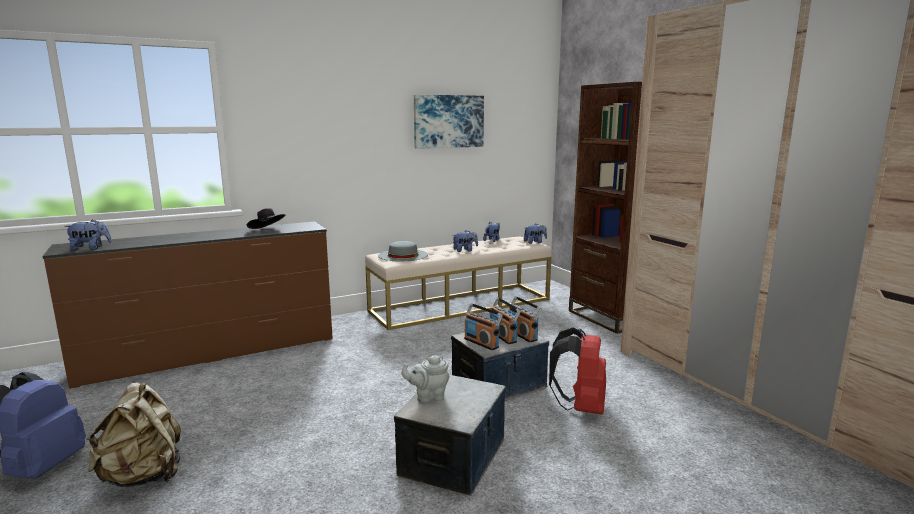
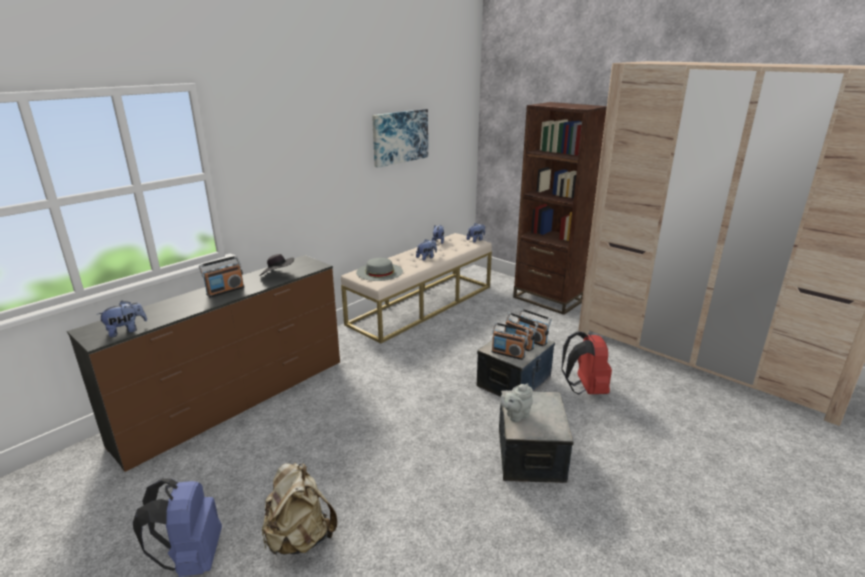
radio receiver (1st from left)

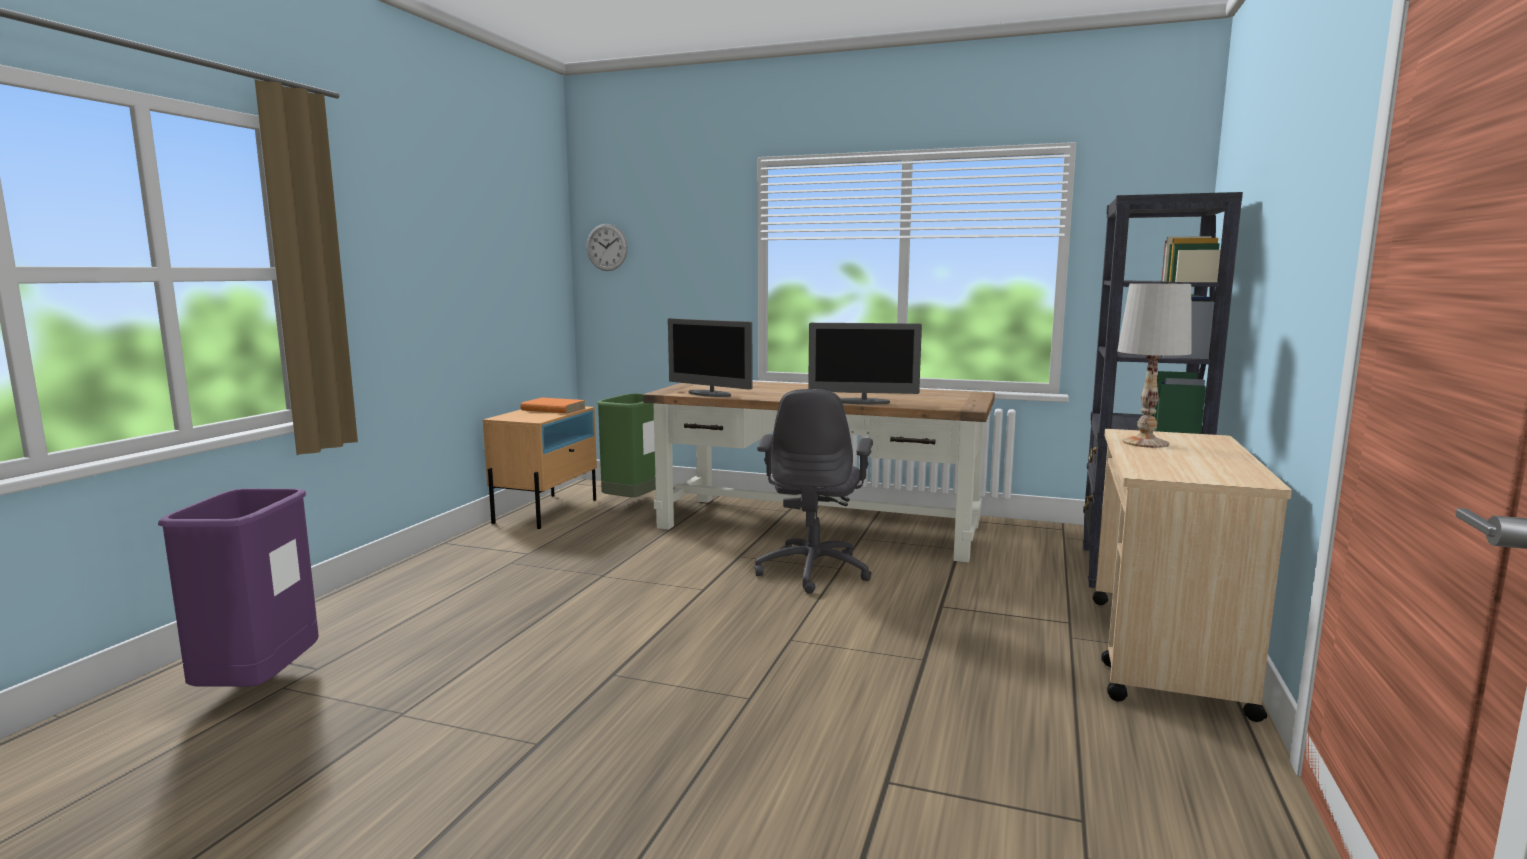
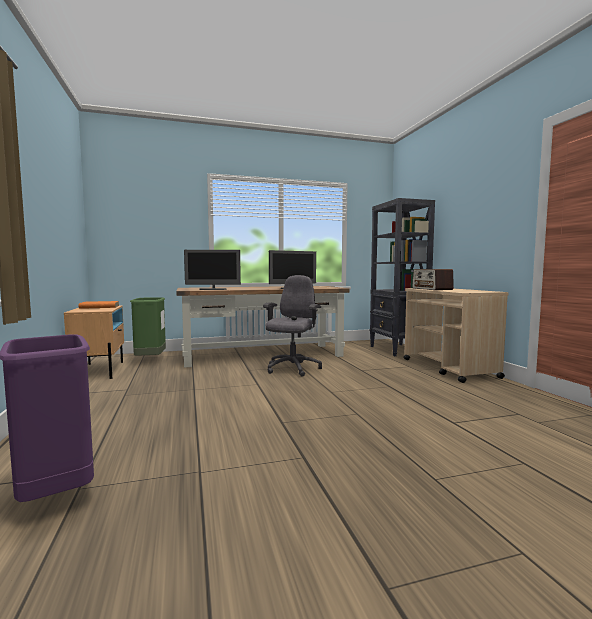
clock on the wall
radio receiver
office chair (greyish)

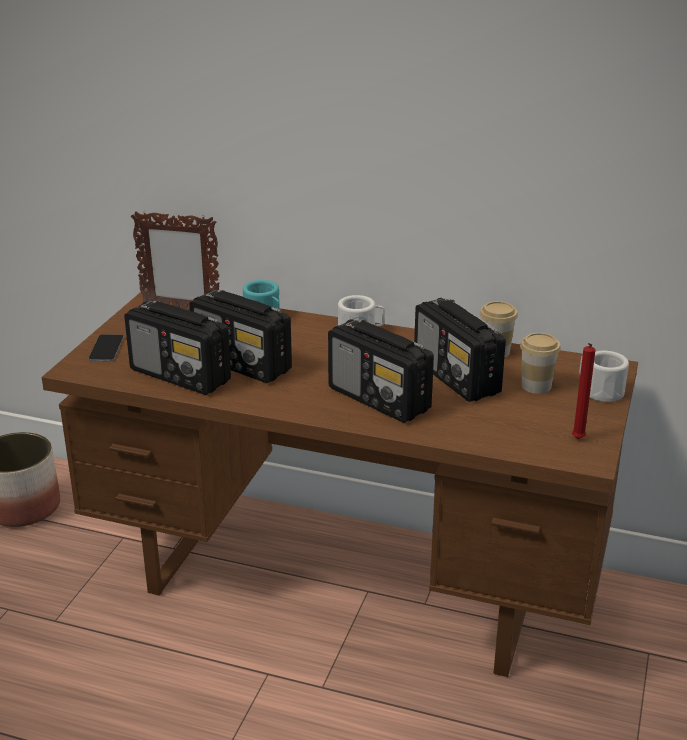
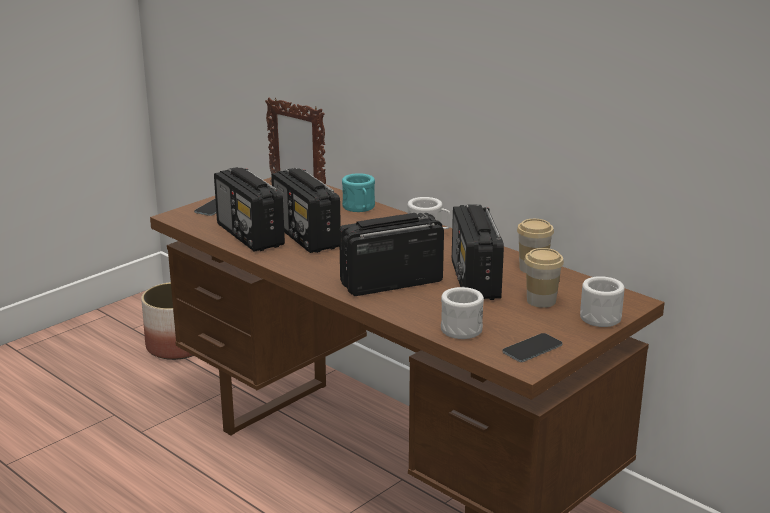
radio receiver (3rd from left)
telephone (2nd from left)
tea mug (white-coloured) (2nd from left)

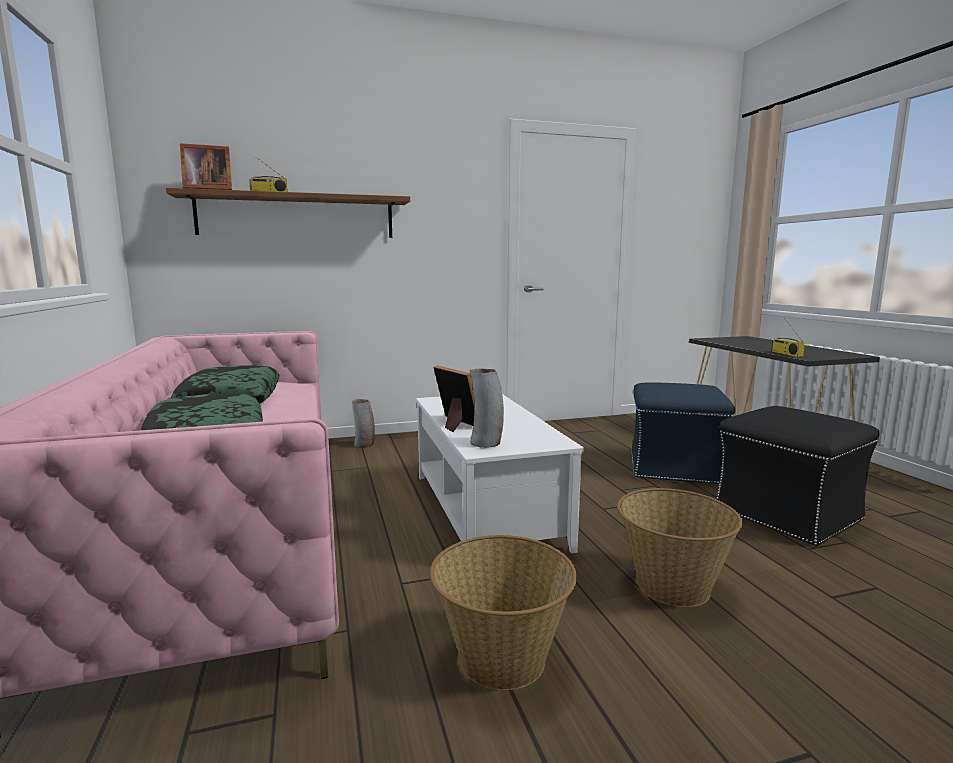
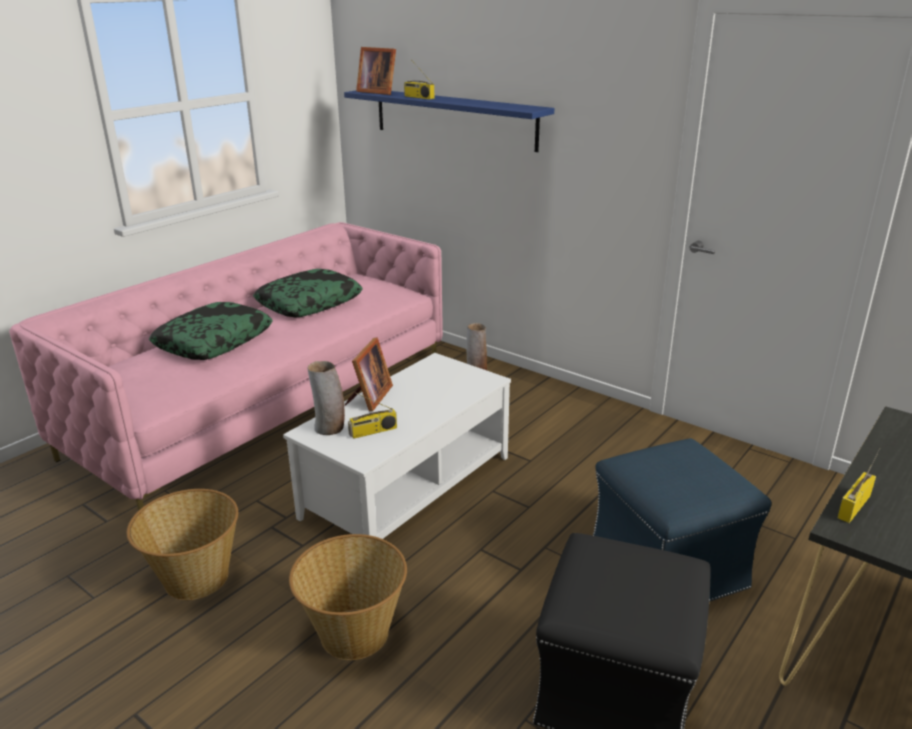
shelf (bluish)
radio receiver (1st from left)

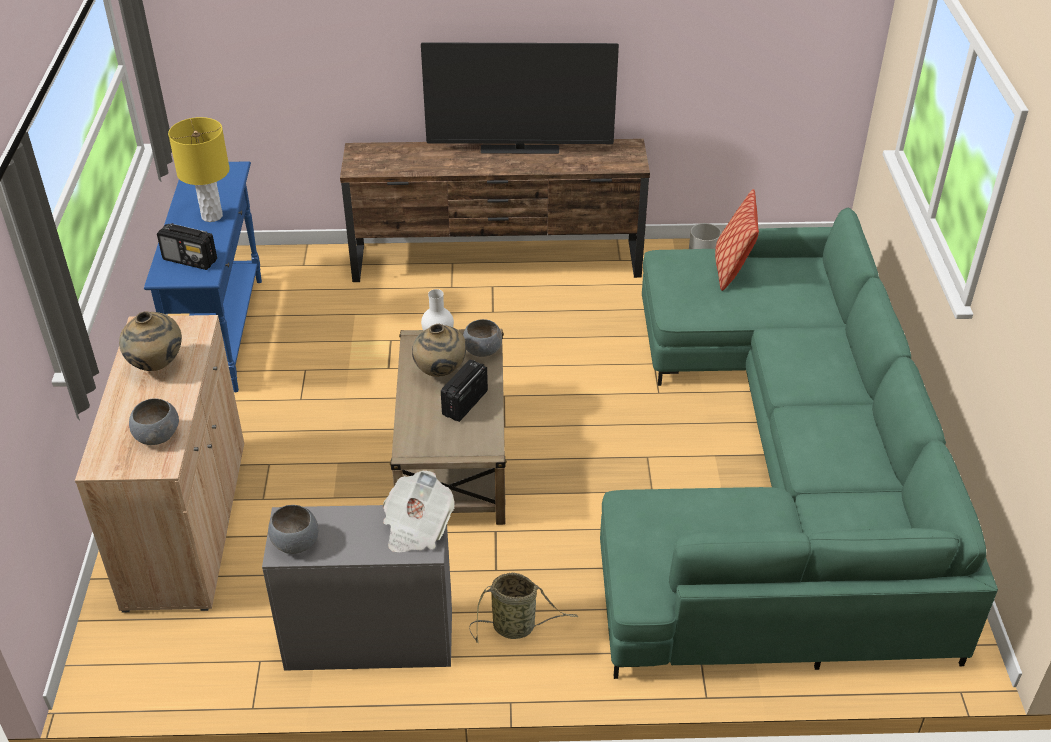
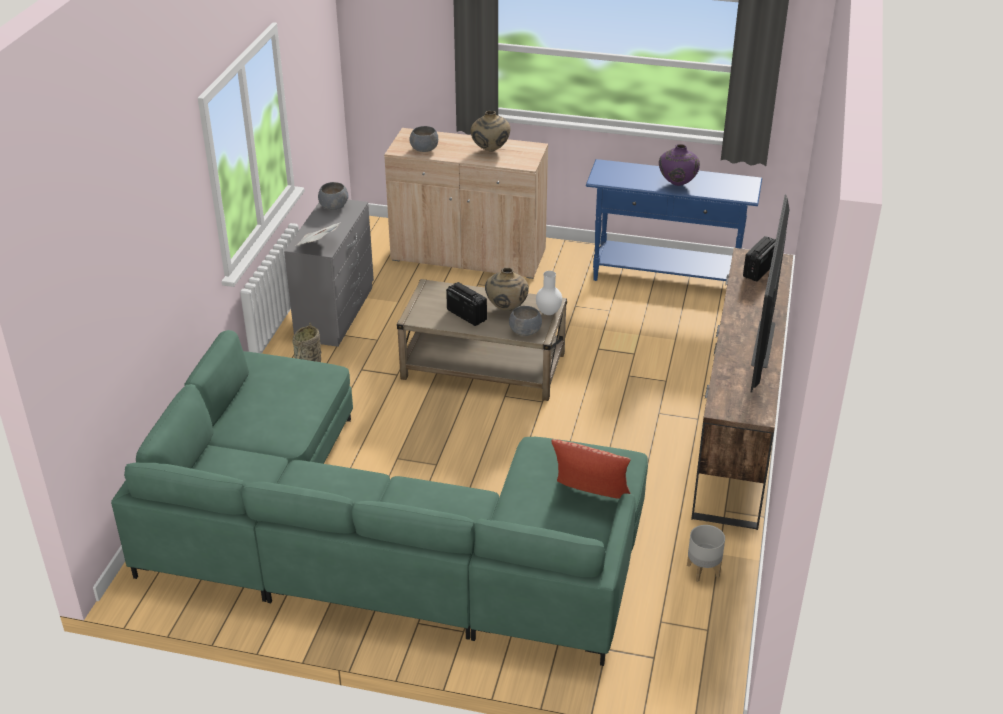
flower vase (purplish)
radio receiver (2nd from left)

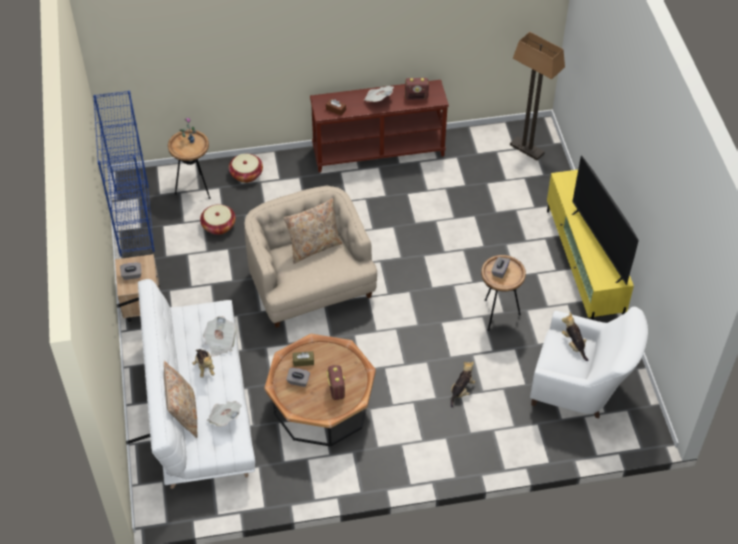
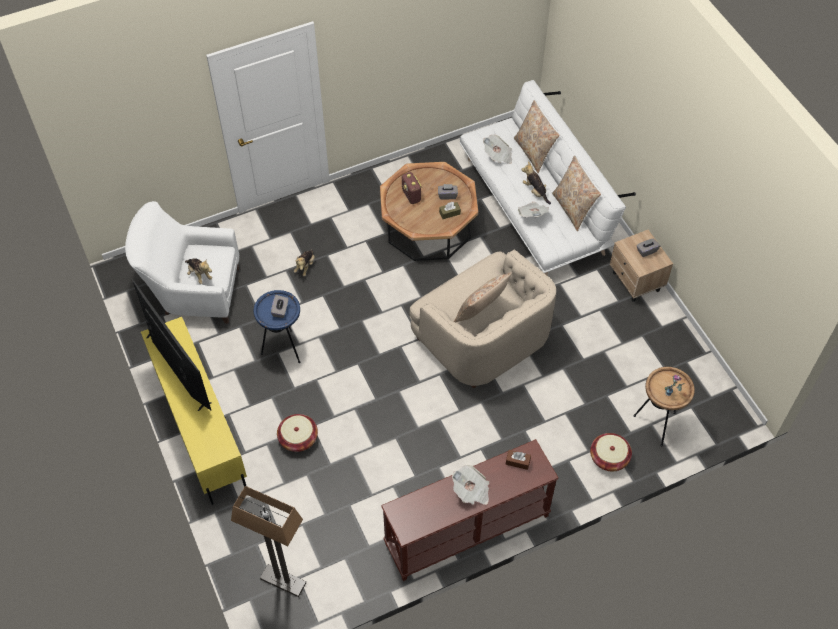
radio receiver (2nd from left in the first image)
bookcase (bluish)
basket (1st from left)
accent table (bluish)
throw pillow (sand-coloured) (3rd from left)

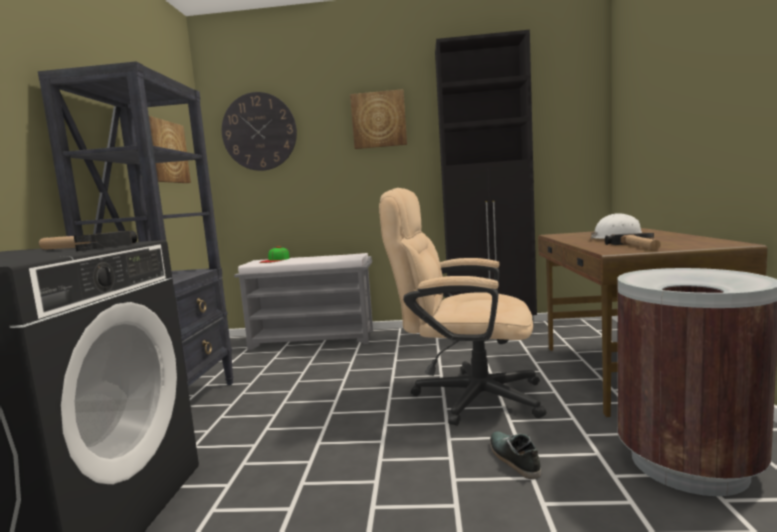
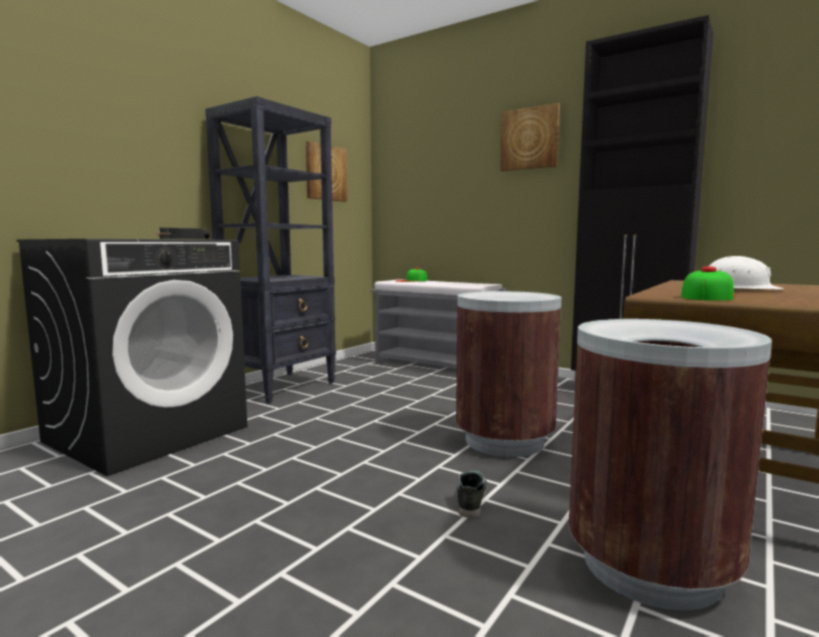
clock on the wall
trash can (brown) (1st from left)
cap (2nd from left)

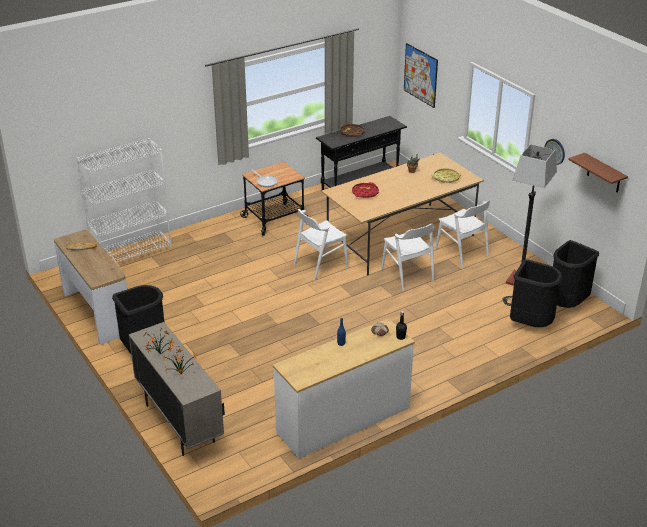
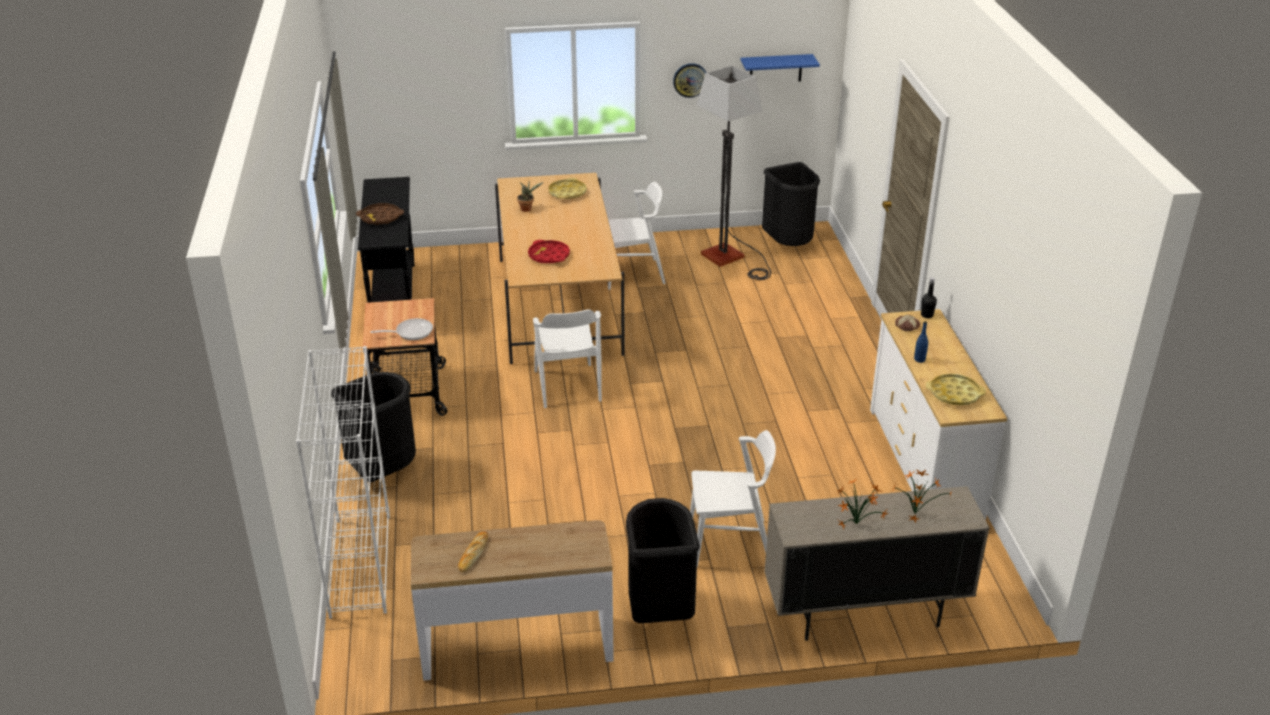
wall picture
shelf (bluish)
chair (white-coloured) (3rd from left)
trash can (black) (1st from left)
carrying tray (yellow) (2nd from left)

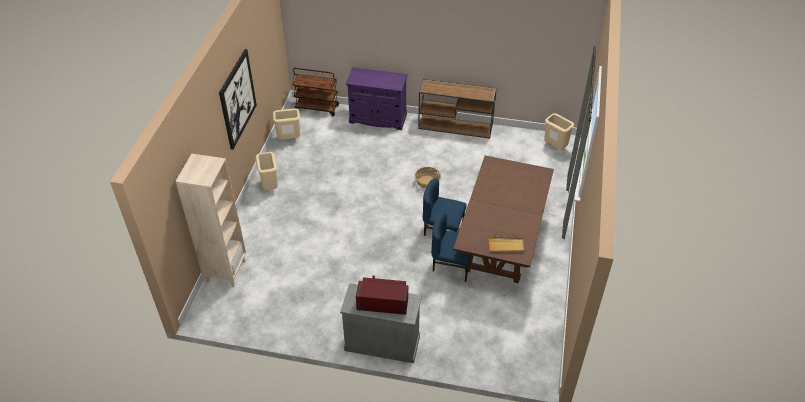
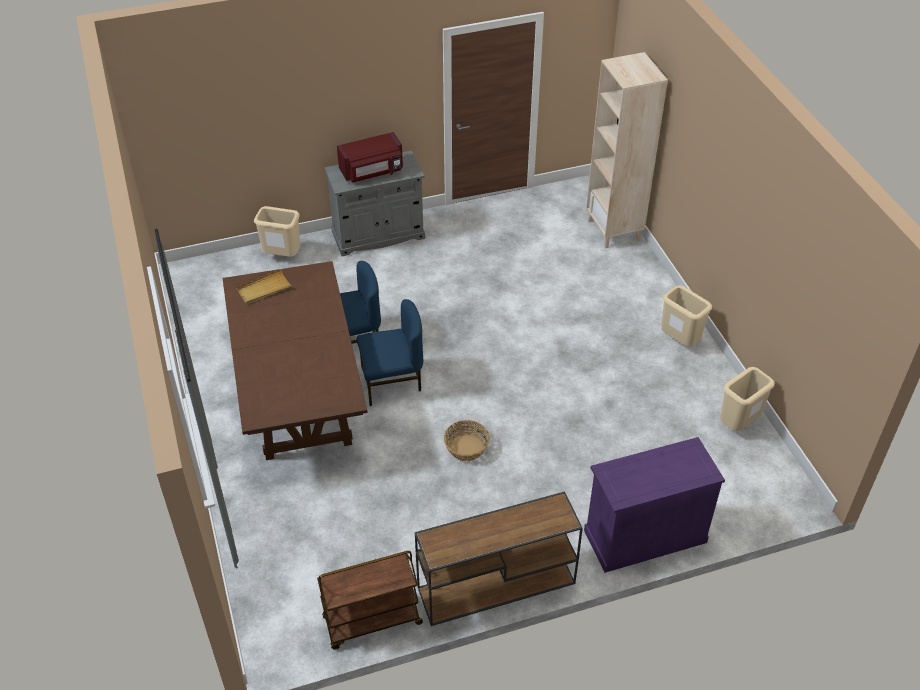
wall picture
trolley (brown)
trash can (sand-coloured) (1st from left)

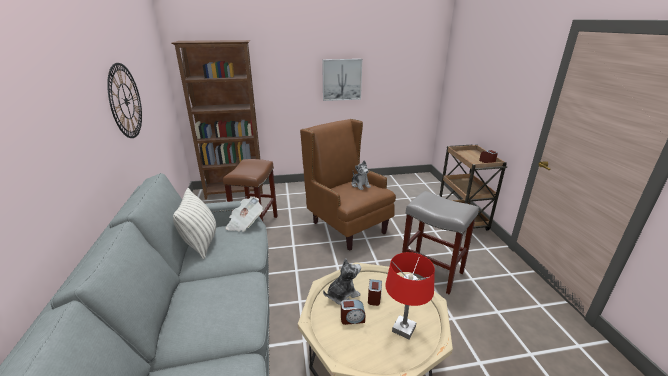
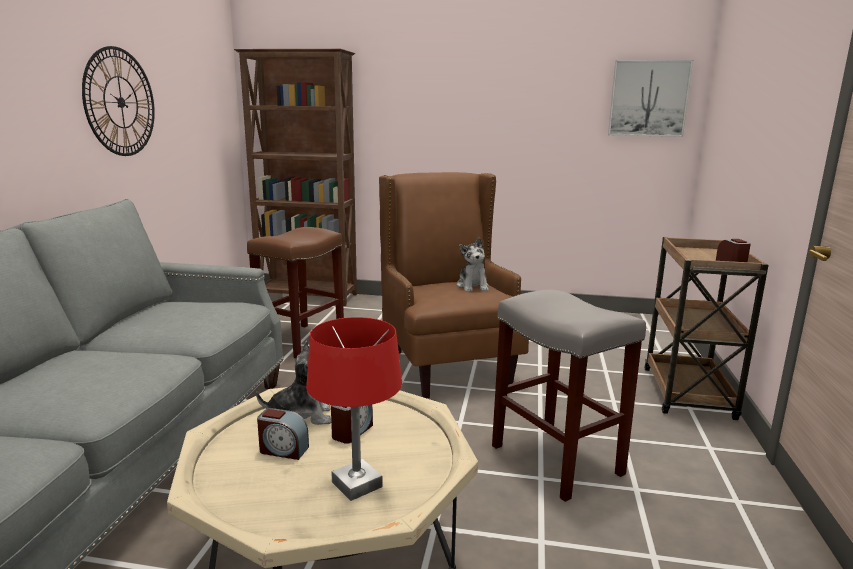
wall picture
throw pillow
newspaper

